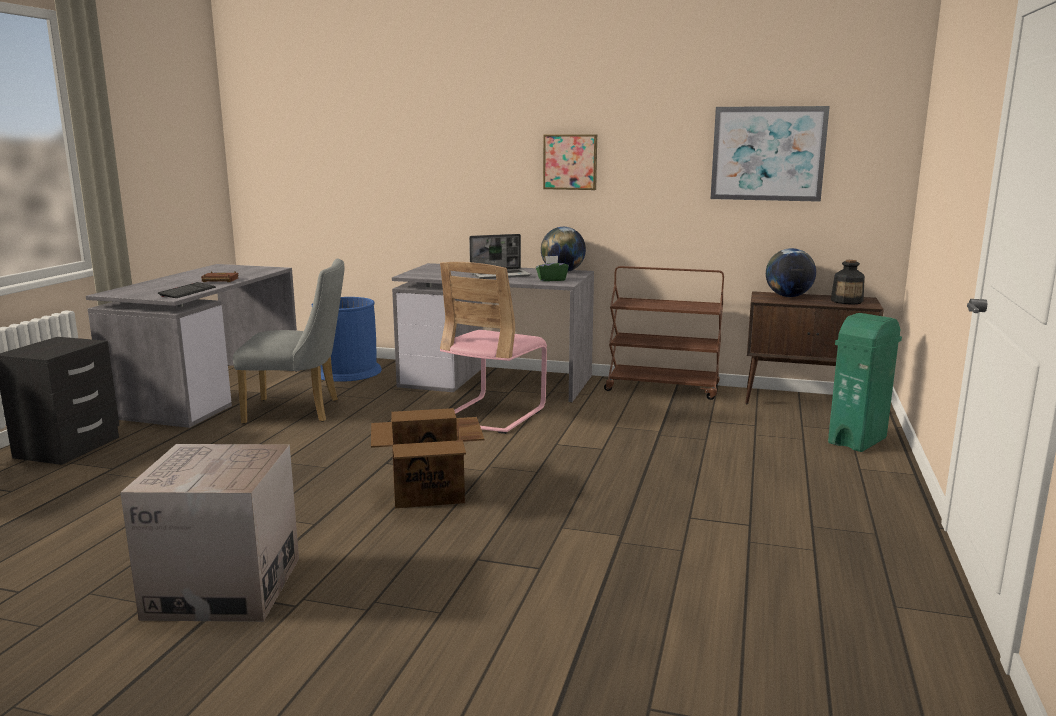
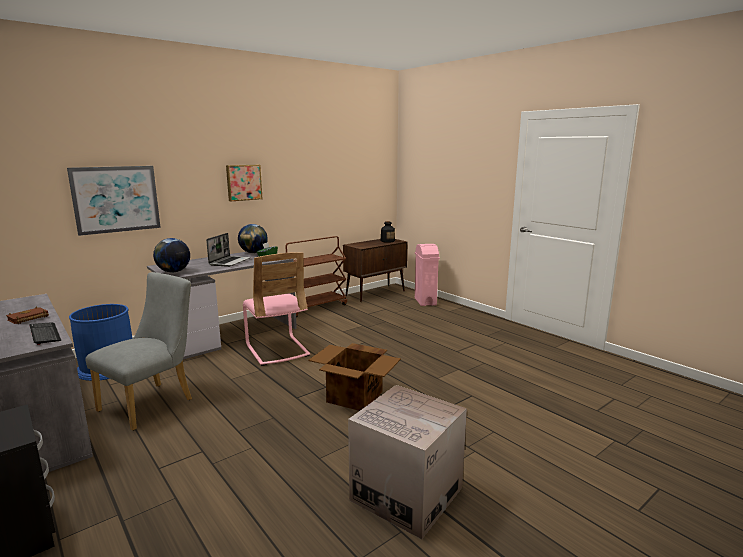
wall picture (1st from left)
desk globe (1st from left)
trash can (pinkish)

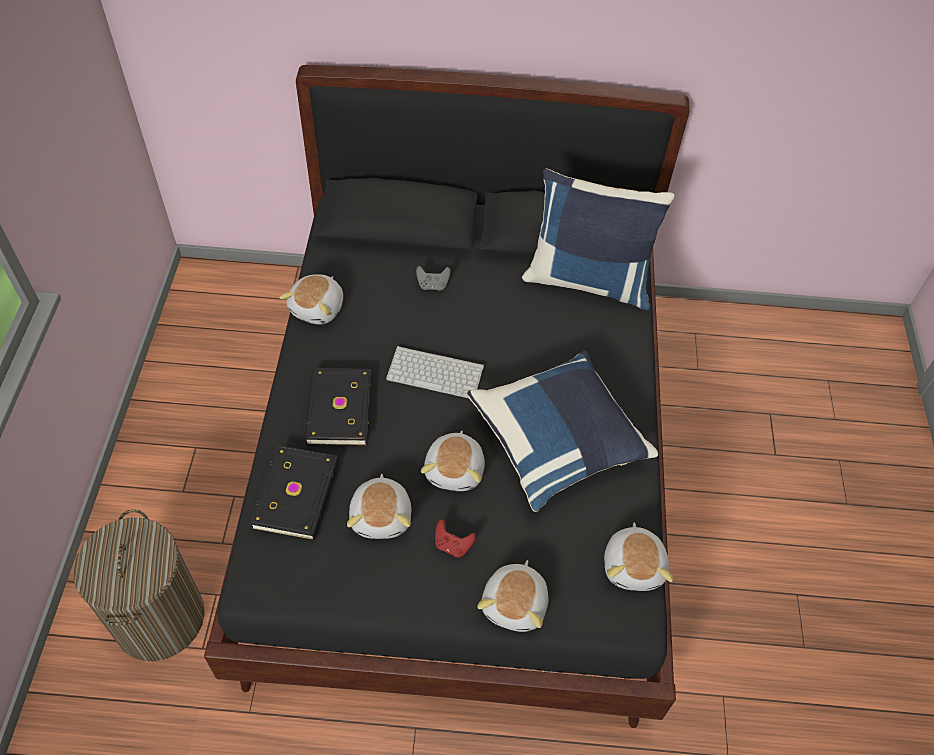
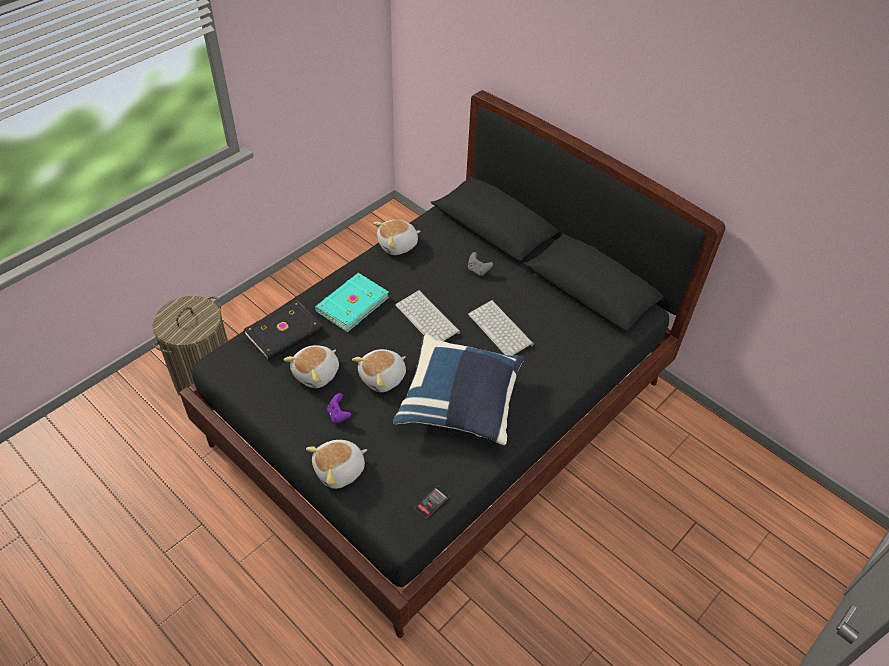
throw pillow (bluish) (2nd from left in the first image)
bound book (blue-green)
game controller (purplish)
telephone
PC keyboard (2nd from left)

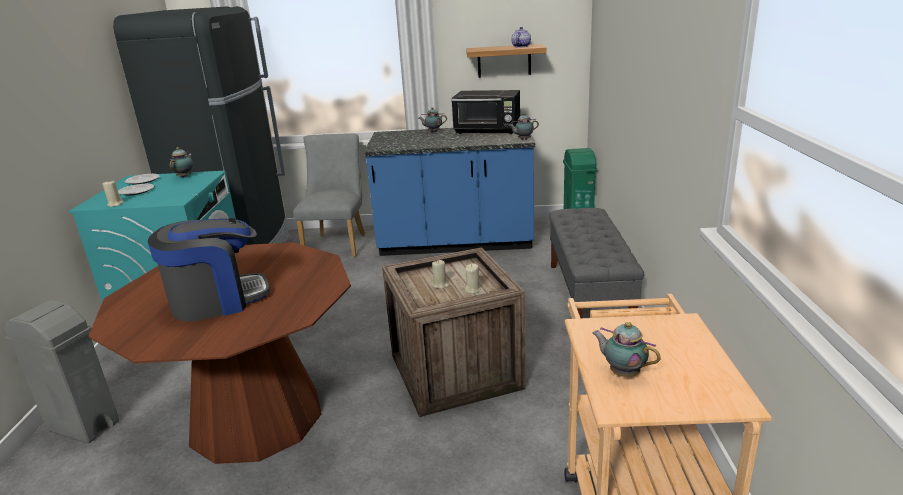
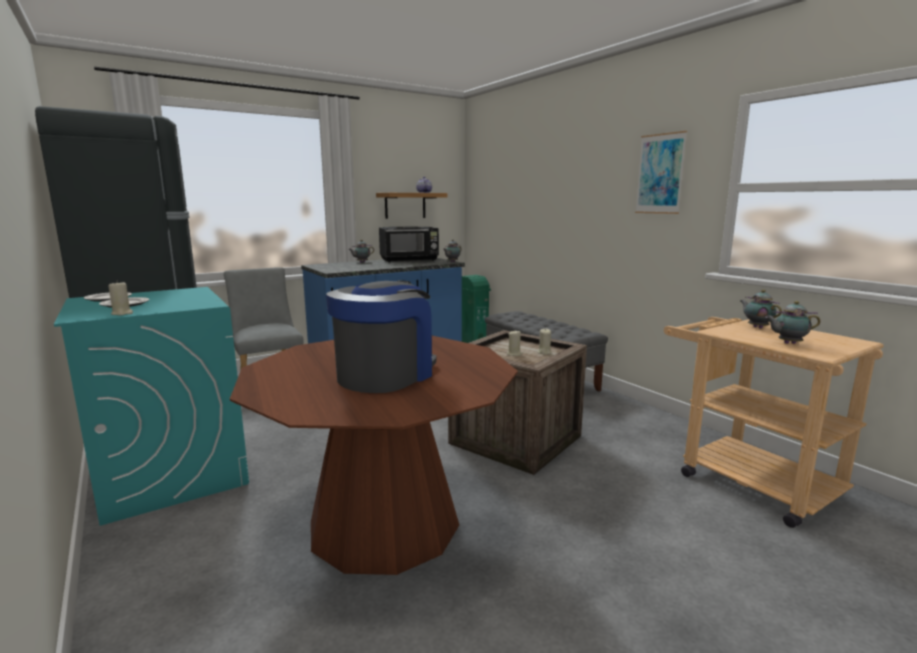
tea pot (4th from left)
trash can (greyish)
wall picture

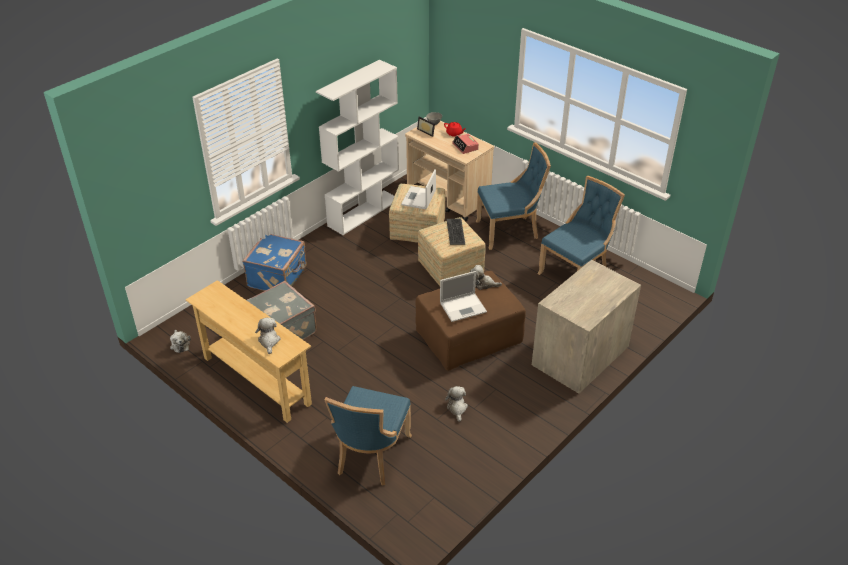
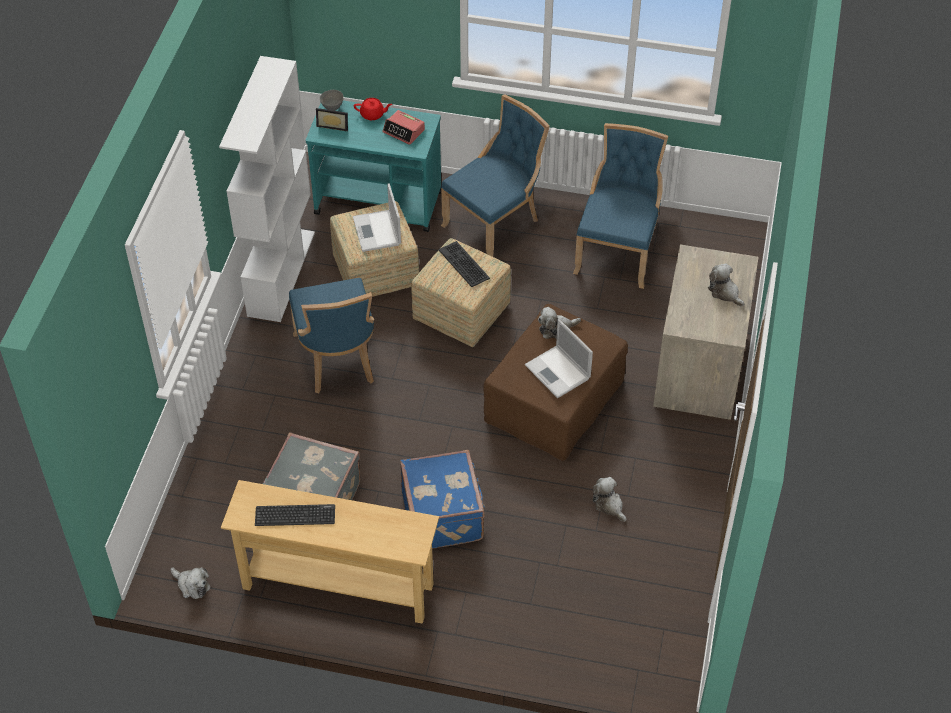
trolley (blue-green)
piece of luggage (bluish)
notebook computer (2nd from left)
soft toy (4th from left)
chair (bluish) (1st from left)
PC keyboard (1st from left)

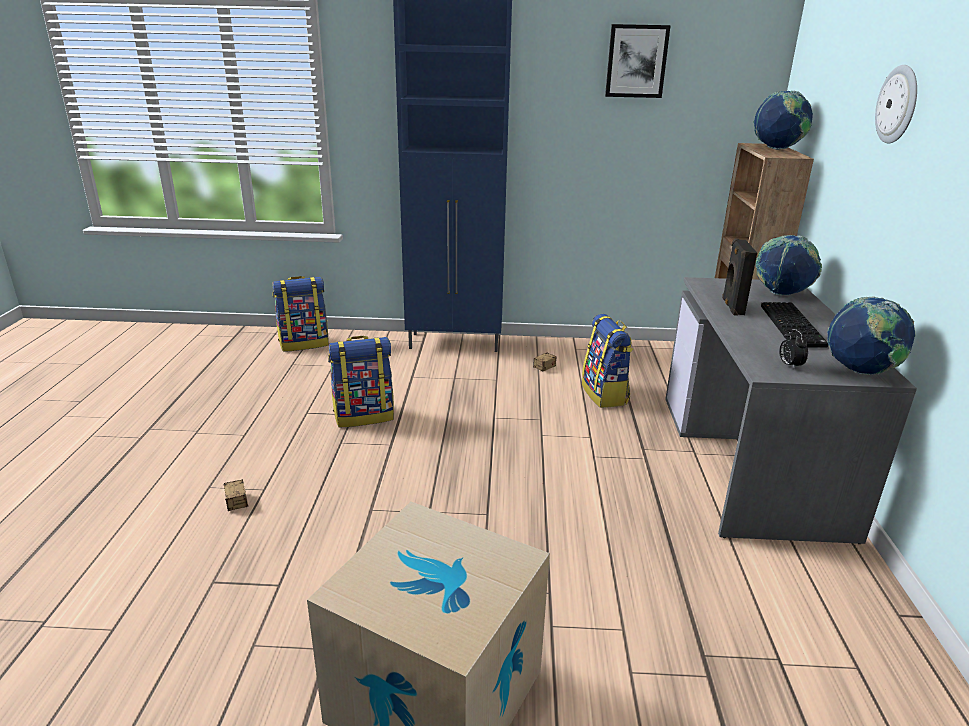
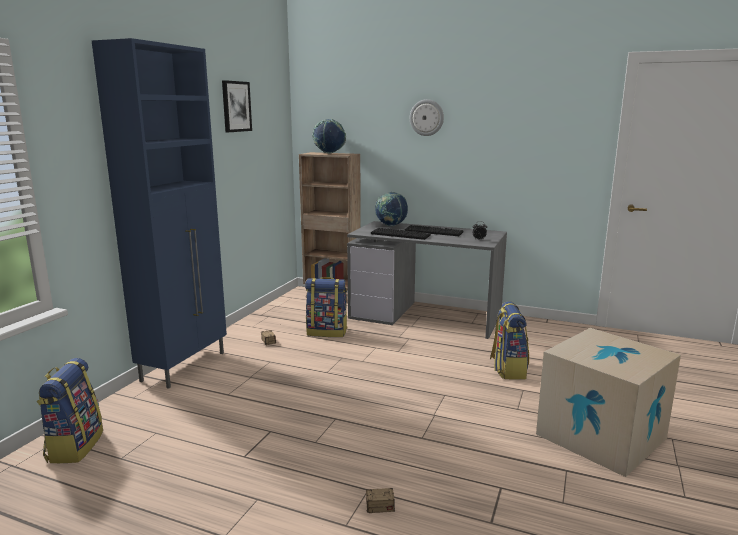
PC keyboard (1st from left)
desk globe (3rd from left in the first image)
rucksack (3rd from left)

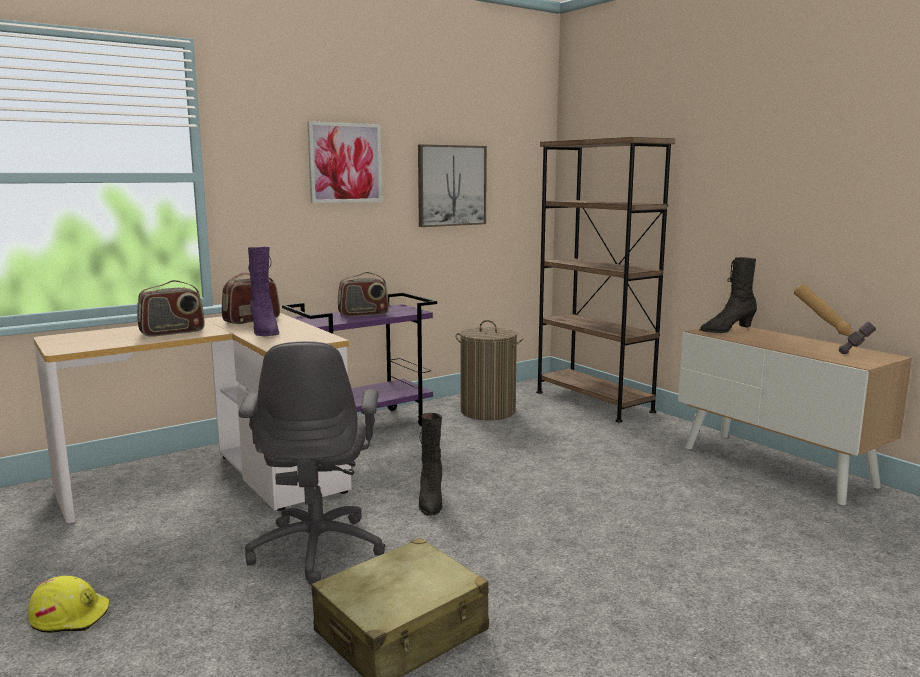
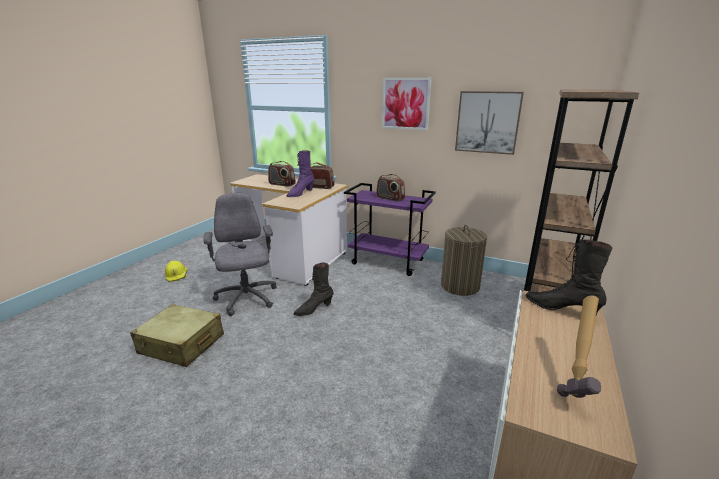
office chair (greyish)

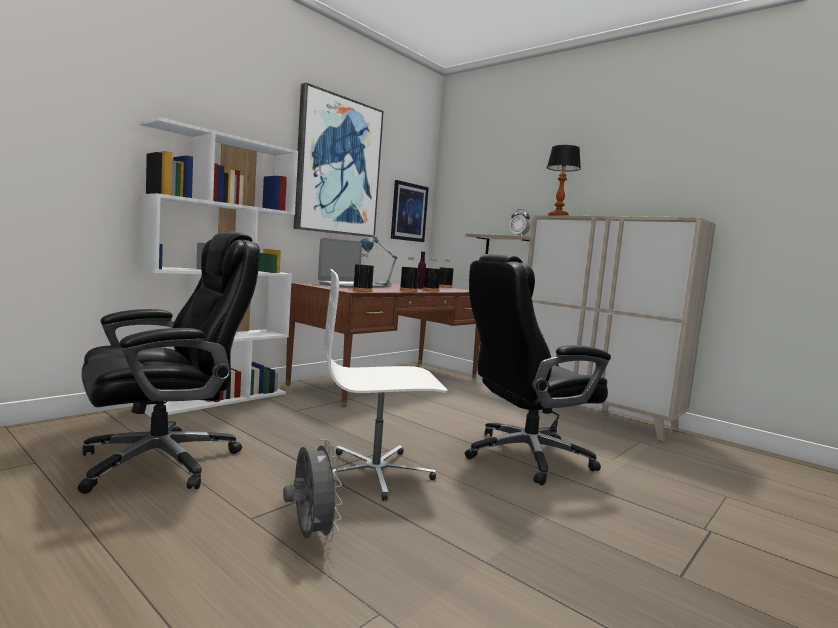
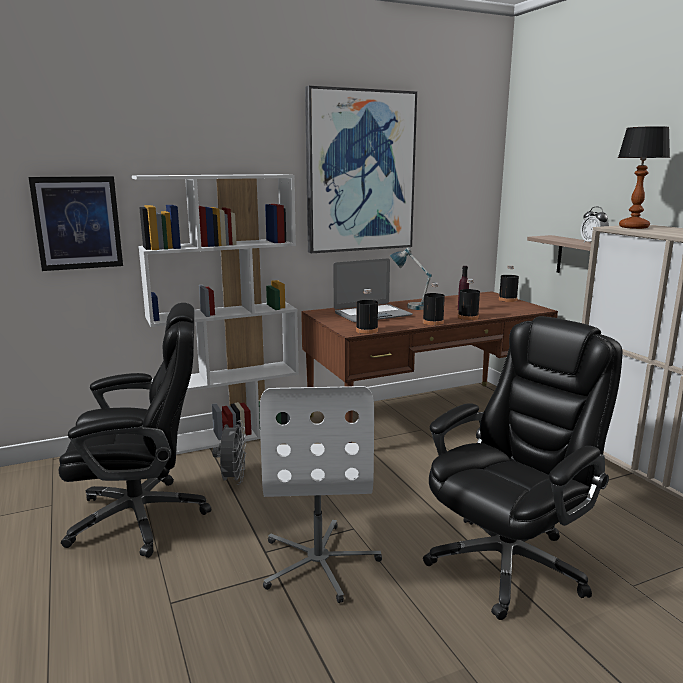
wall picture (1st from left)
office chair (black) (2nd from left)
office chair (white-coloured)
electric fan (greyish)

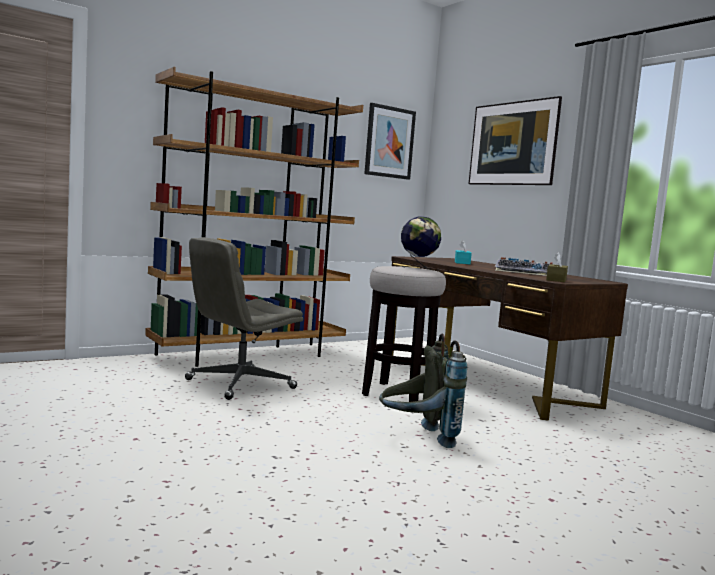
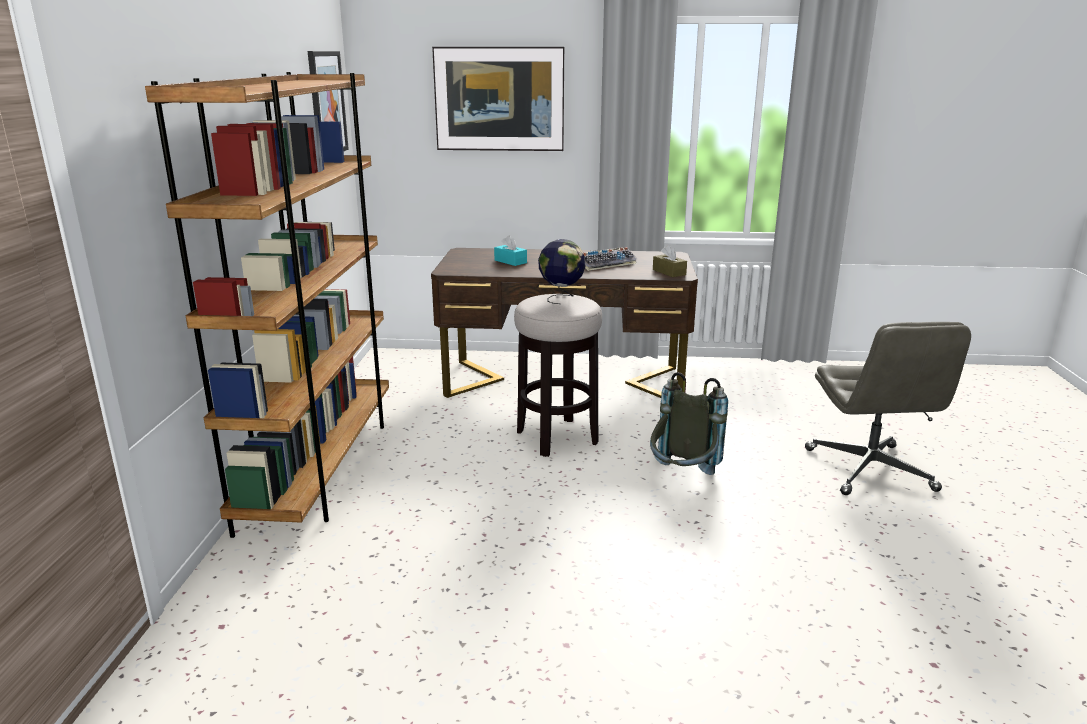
office chair (greyish)

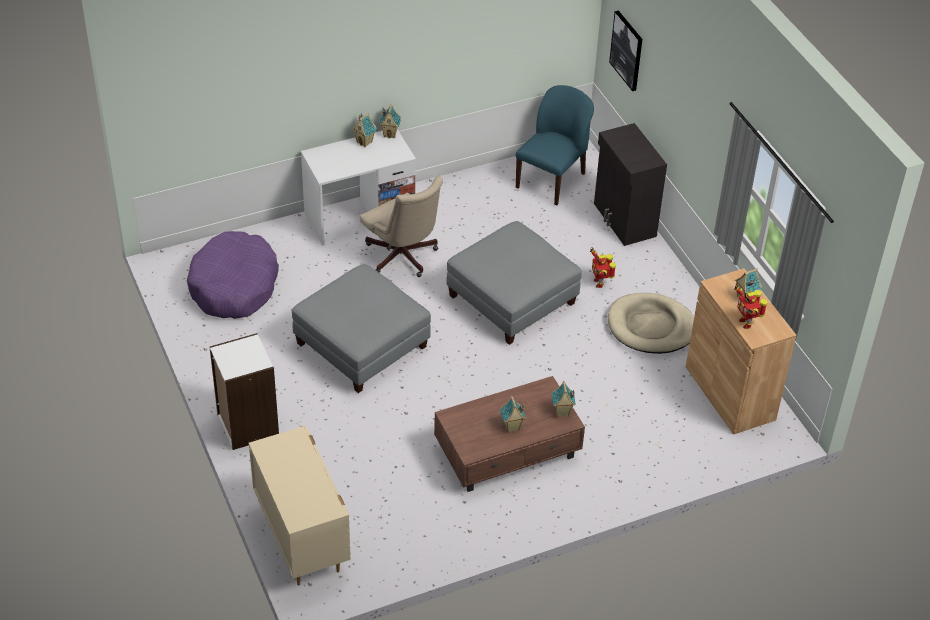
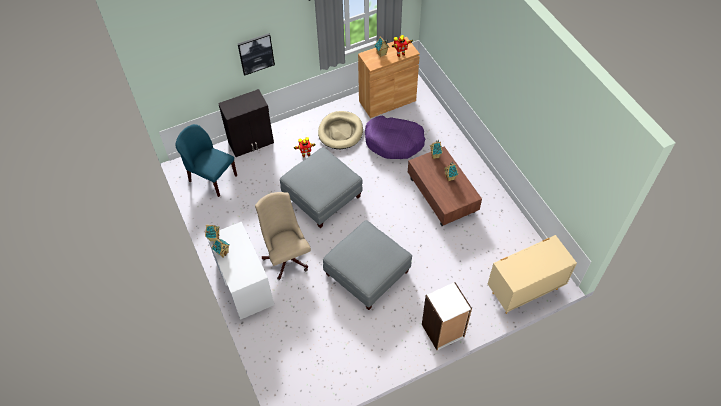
wall picture
office chair (sand-coloured)
dog cushion (purplish)

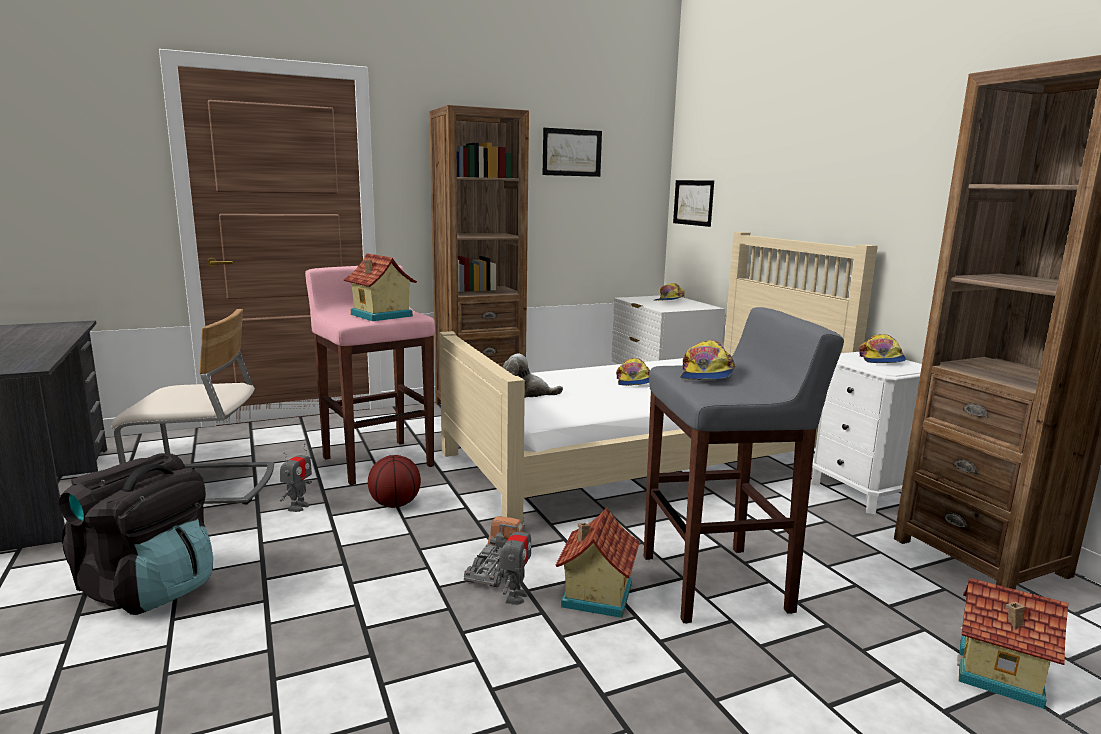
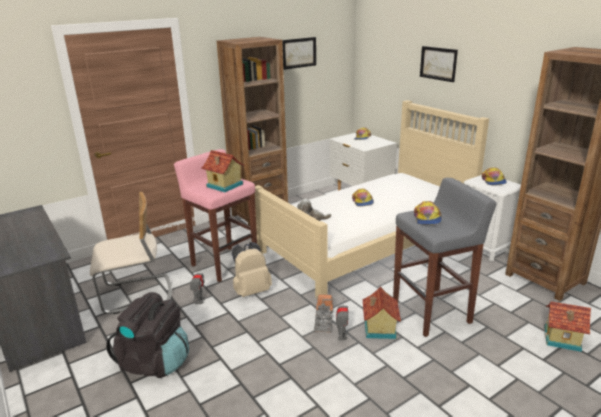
wall picture (2nd from left)
rucksack (sand-coloured)

